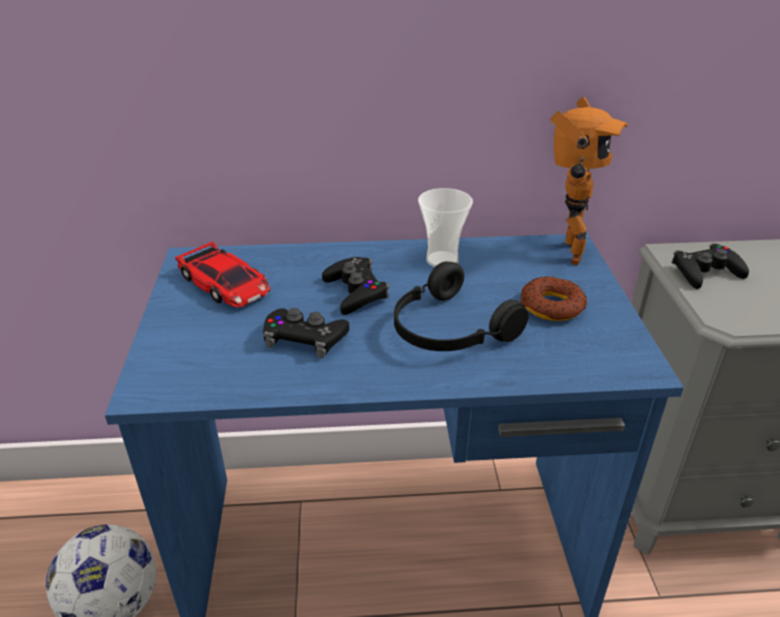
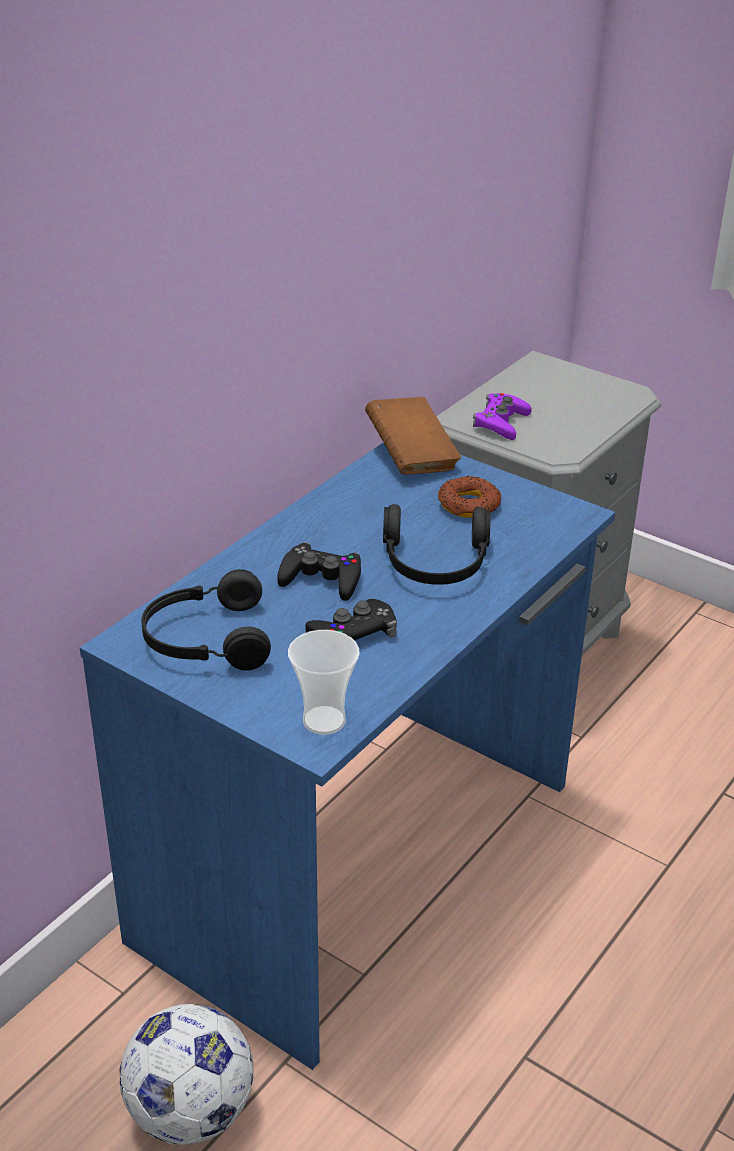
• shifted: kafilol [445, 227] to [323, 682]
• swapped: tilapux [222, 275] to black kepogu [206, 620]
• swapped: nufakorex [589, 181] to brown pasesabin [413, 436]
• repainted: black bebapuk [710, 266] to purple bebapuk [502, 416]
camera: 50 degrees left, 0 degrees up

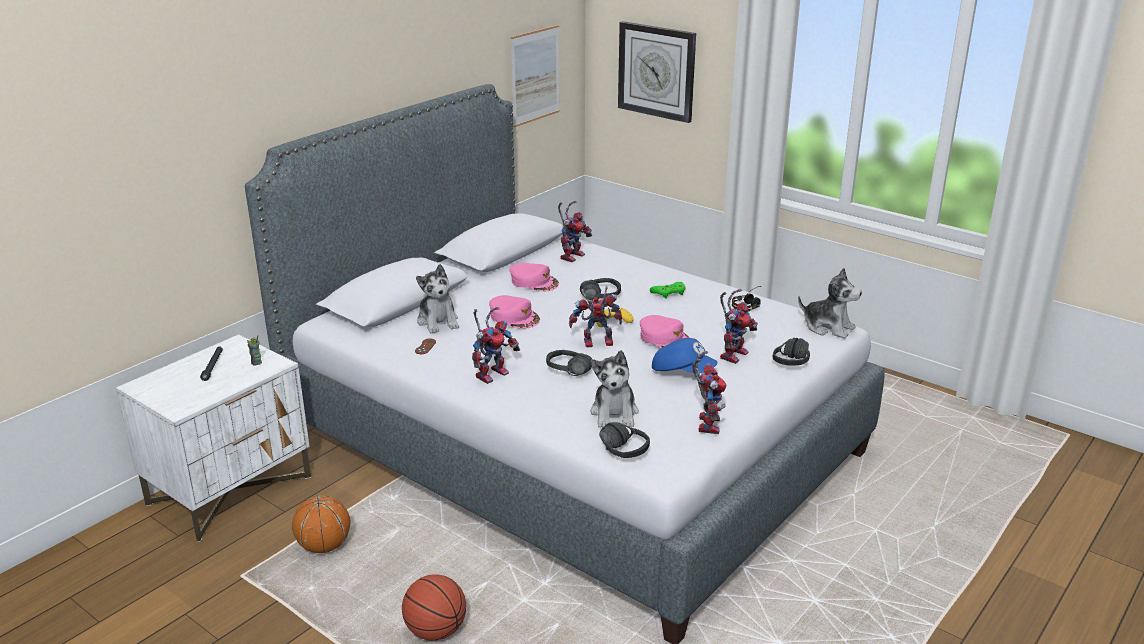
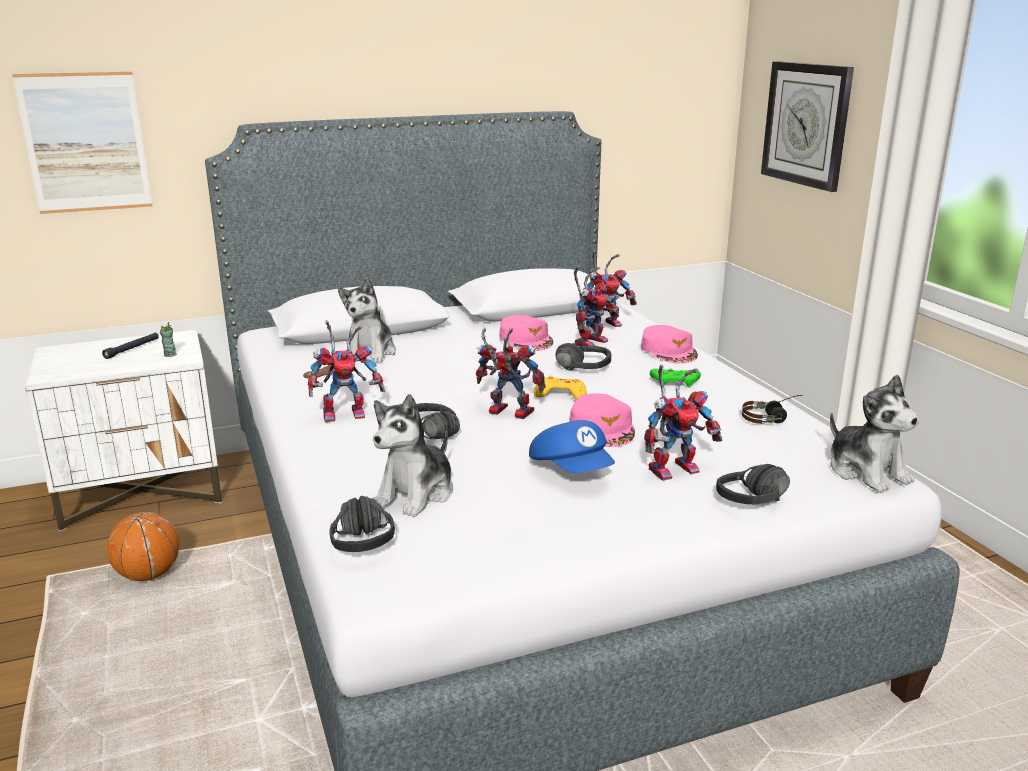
• gone: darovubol [434, 607]
• shifted: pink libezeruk [514, 312] to [669, 344]
• shifted: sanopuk [535, 76] to [82, 143]
• shifted: nufakorex [709, 392] to [596, 306]
camera: 30 degrees right, 5 degrees down

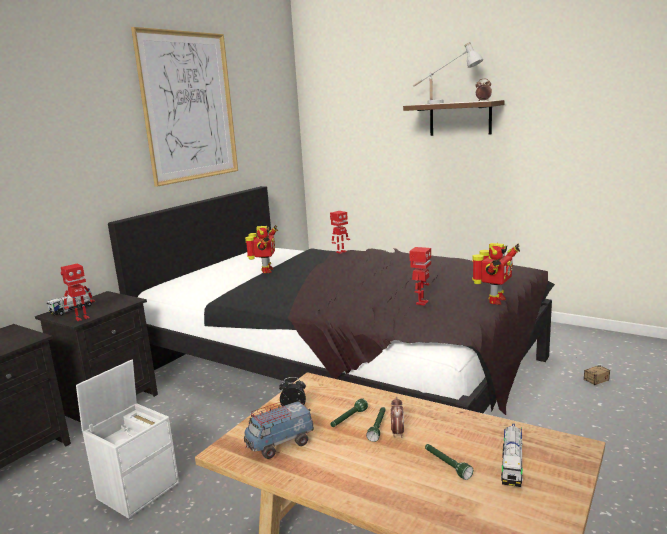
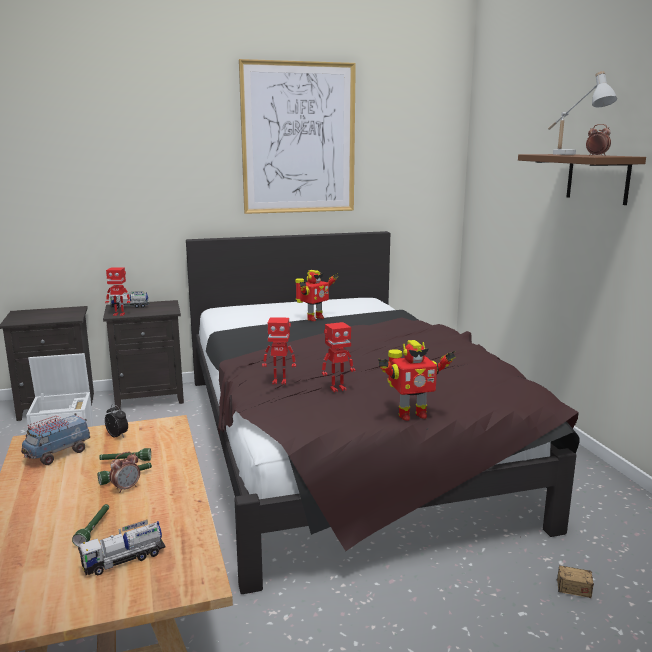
• shifted: nufakorex [340, 232] to [279, 350]
• rotated: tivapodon [279, 429] = [55, 439] 60 degrees counterclockwise
camera: 40 degrees right, 0 degrees up

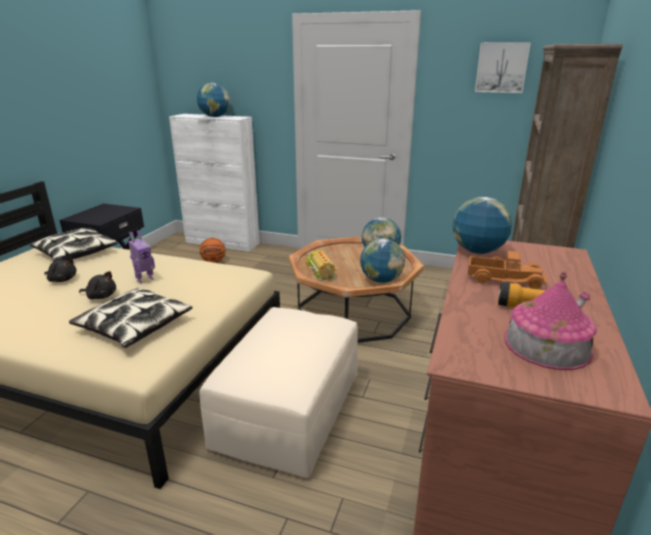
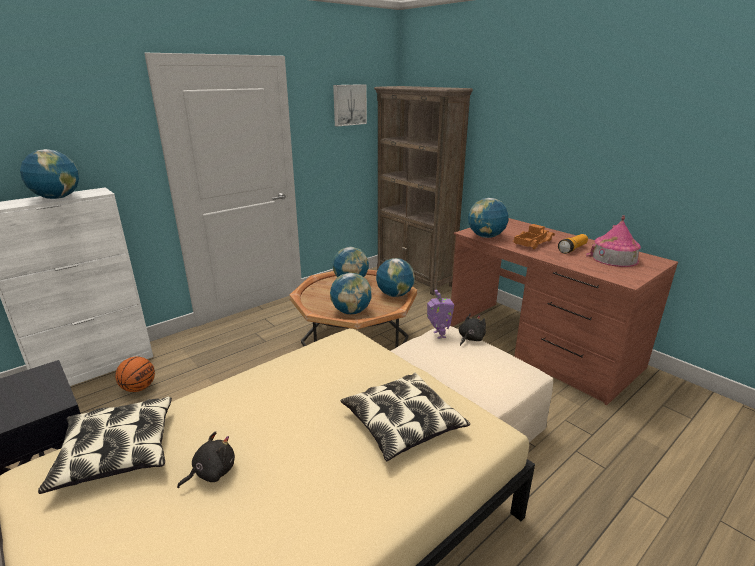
• shifted: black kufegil [97, 285] to [472, 330]
• shifted: nufakorex [141, 256] to [441, 314]
• swapped: tivapodon [321, 266] to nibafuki [350, 293]
camera: 60 degrees left, 0 degrees up

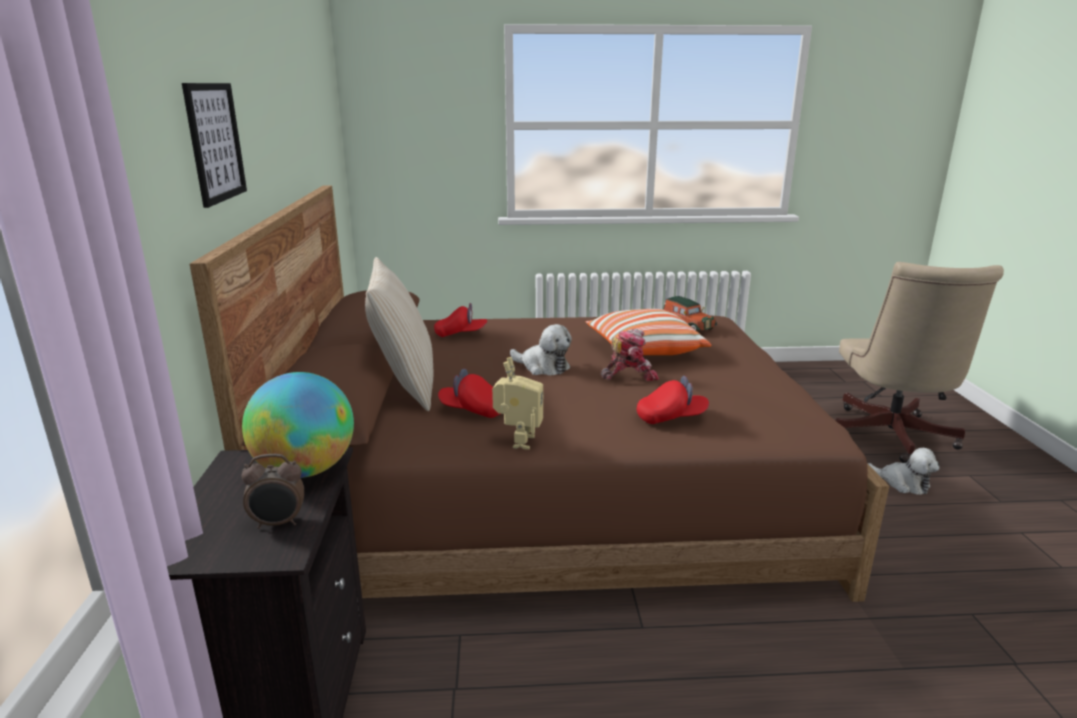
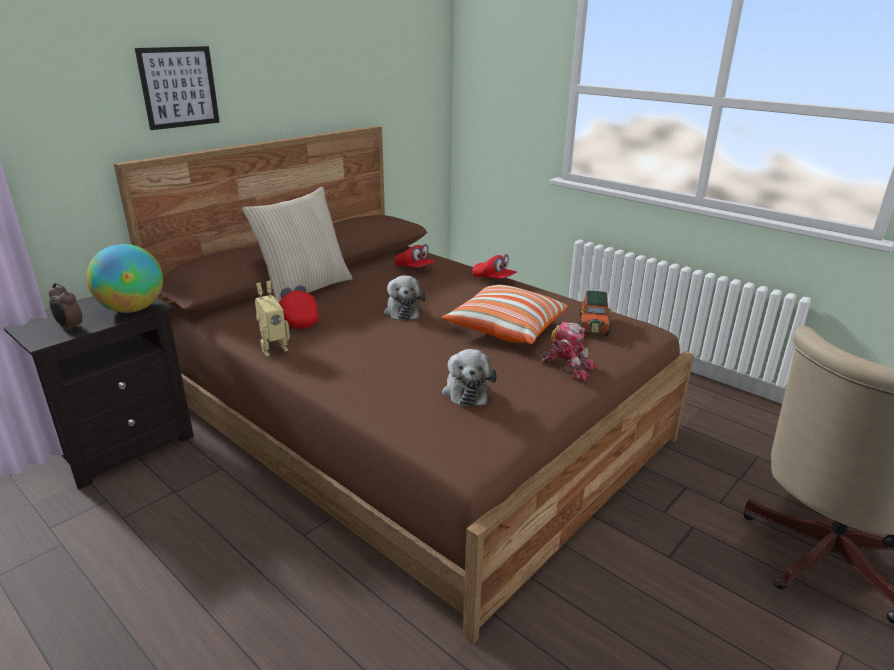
• shifted: nufakorex [630, 355] to [568, 351]
• shifted: red libezeruk [673, 400] to [494, 266]
• shifted: kufegil [903, 471] to [469, 377]
camera: 45 degrees right, 5 degrees up

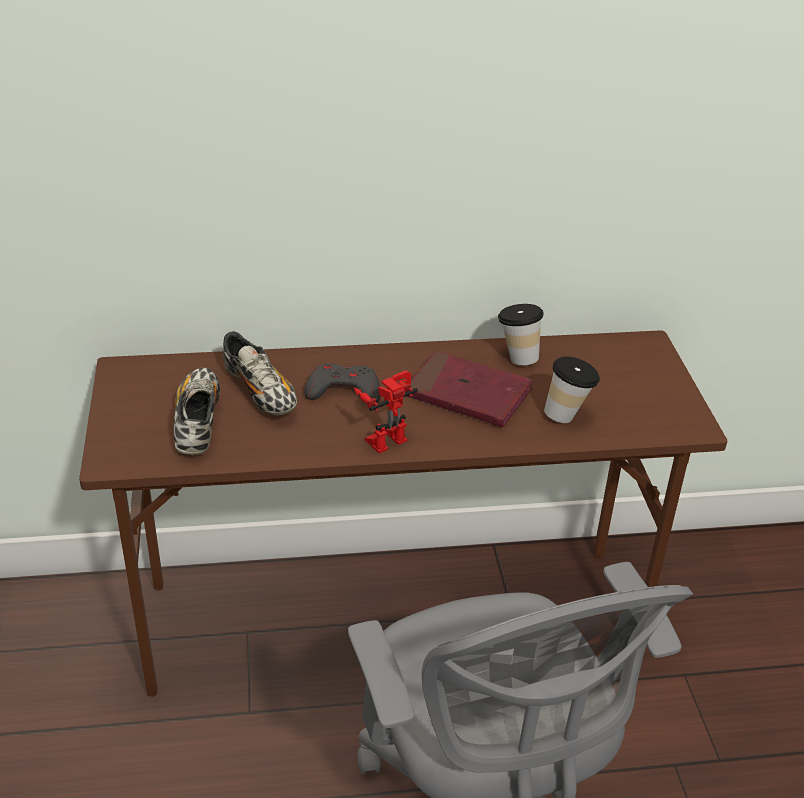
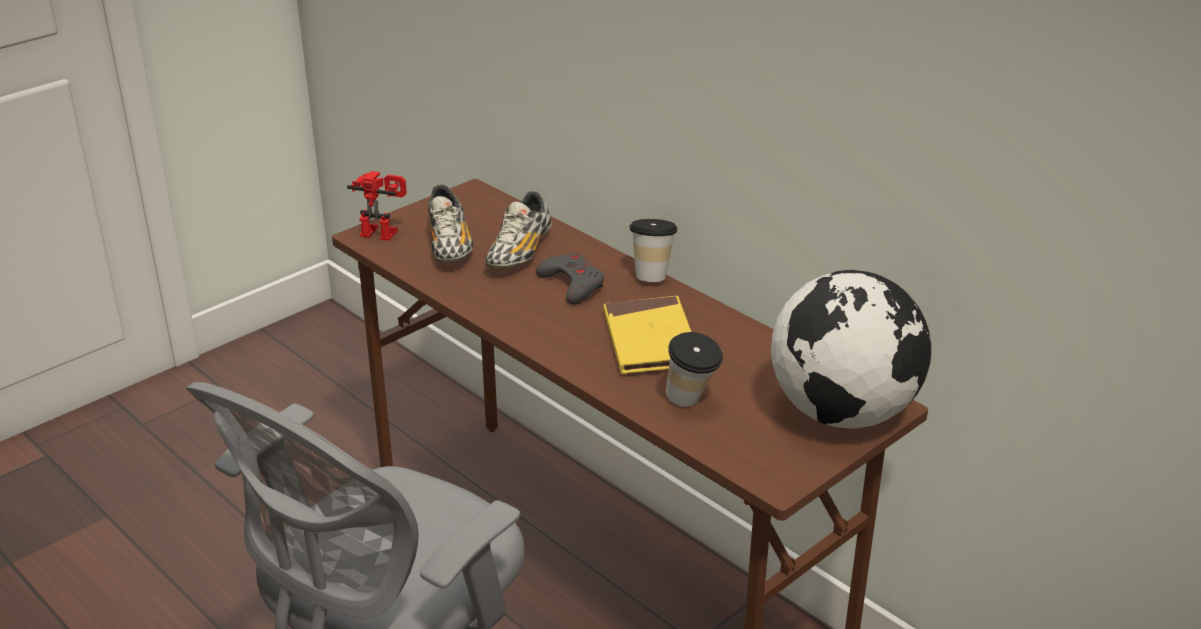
• new: nibafuki [851, 349]
• shifted: nufakorex [386, 411] to [377, 206]
• shifted: kafilol [521, 334] to [653, 250]
• repainted: red pasesabin [470, 389] to yellow pasesabin [647, 335]
• rotated: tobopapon [197, 411] = [450, 224] 120 degrees clockwise
camera: 55 degrees right, 5 degrees down

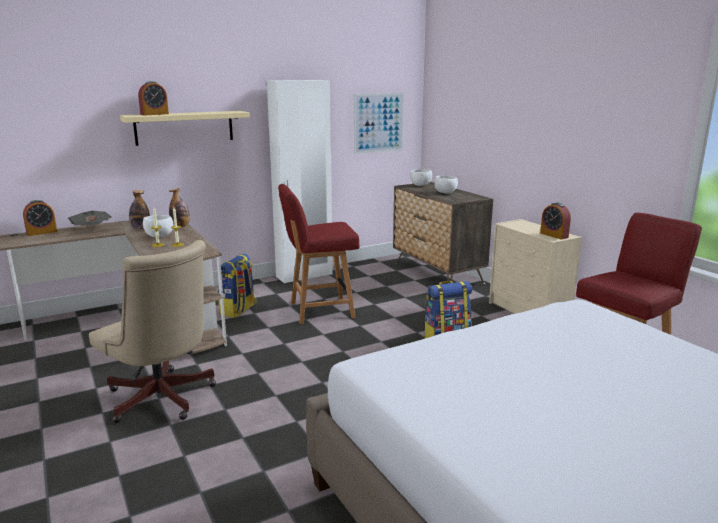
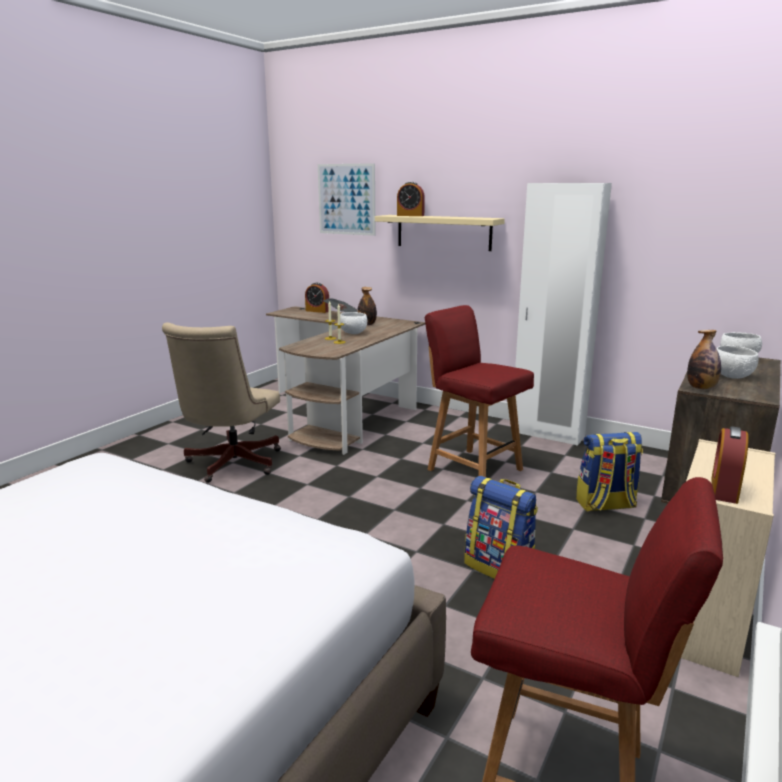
• shifted: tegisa [179, 207] to [704, 360]
• shifted: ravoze [237, 286] to [609, 472]
• shifted: sanopuk [379, 123] to [347, 199]
camera: 60 degrees right, 0 degrees up

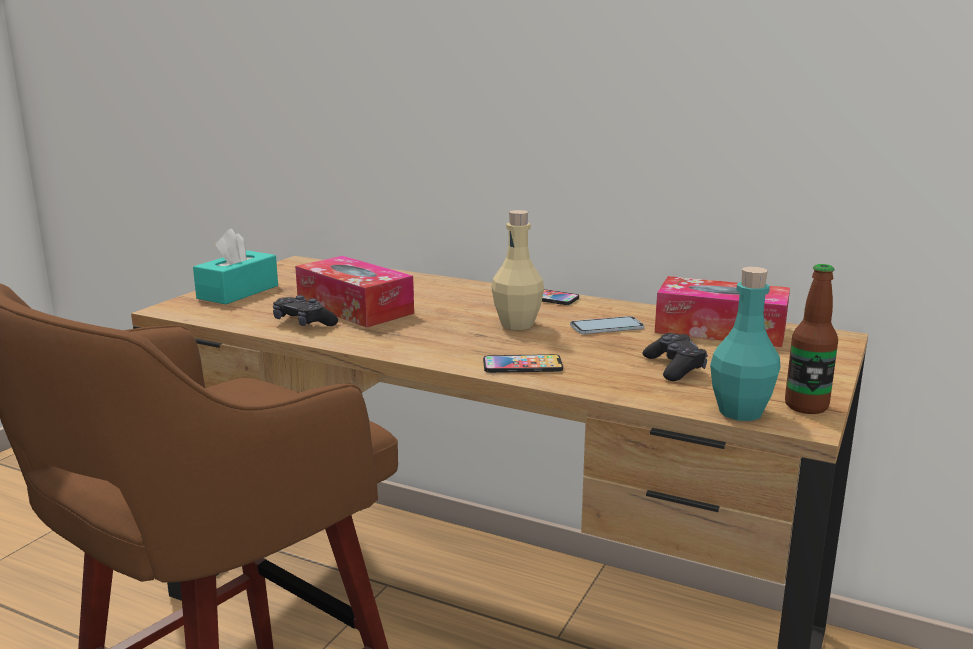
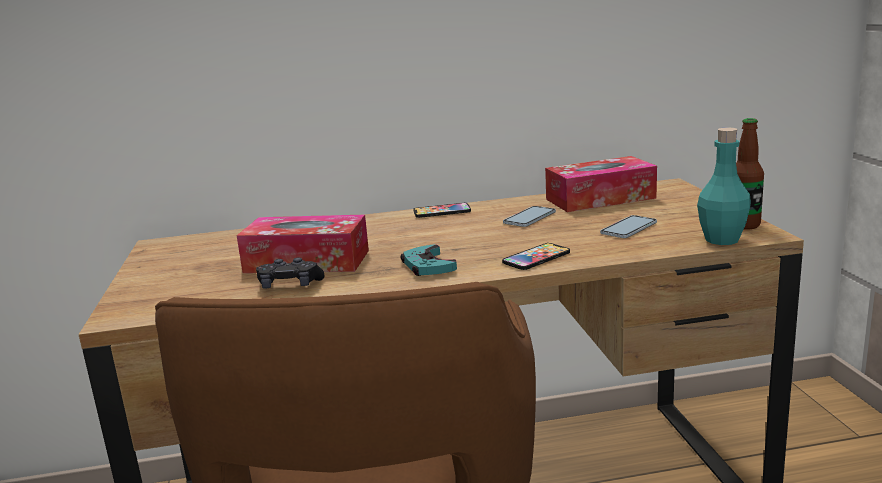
• gone: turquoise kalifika [235, 266]
• gone: beige tegisa [517, 270]
• new: turquoise bebapuk [429, 260]
• swapped: black bebapuk [675, 357] to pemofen [628, 226]
camera: 35 degrees left, 0 degrees up

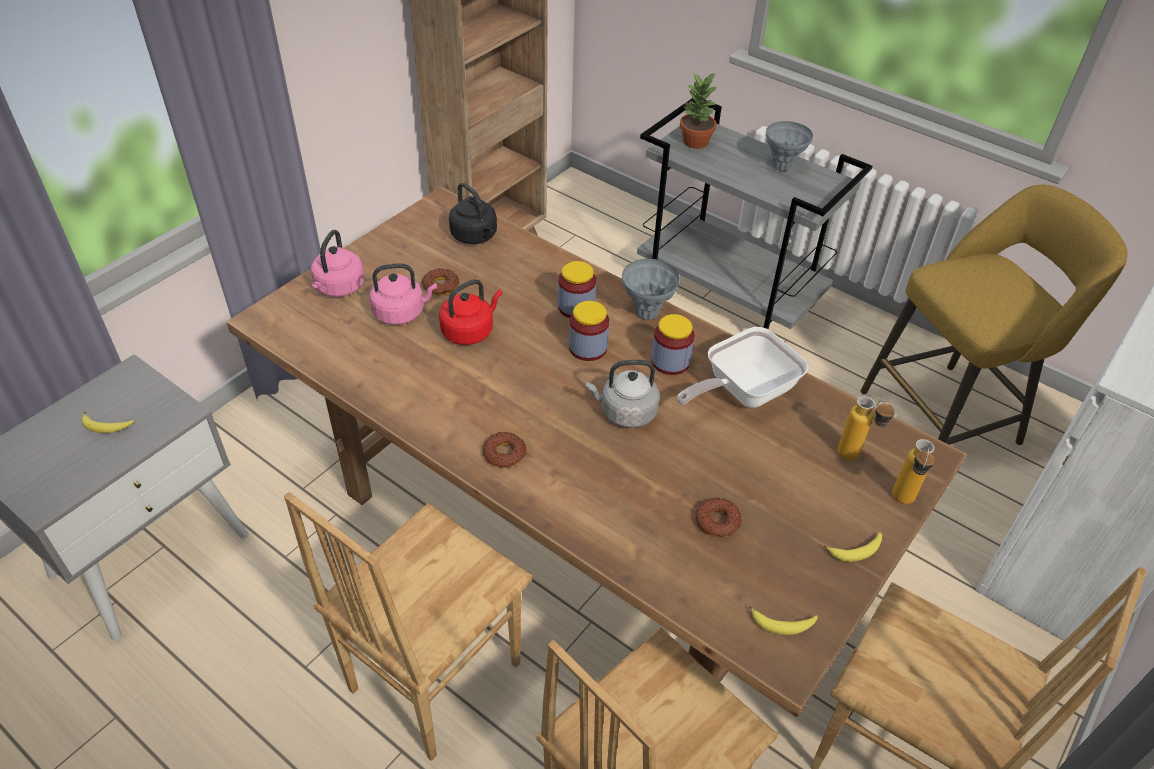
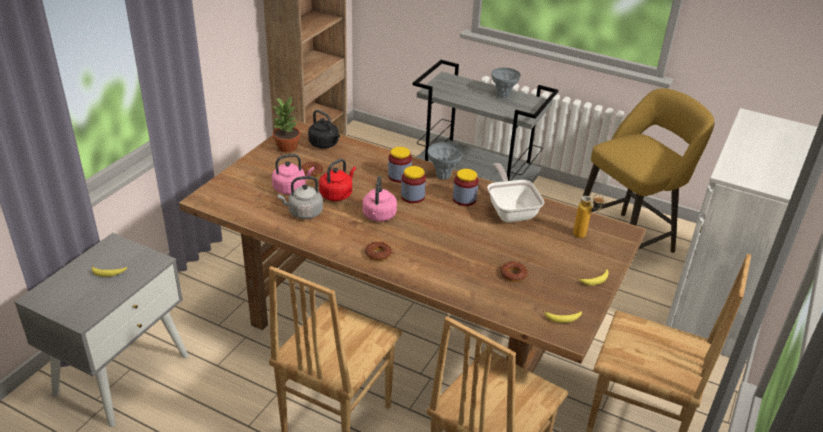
• gone: tegisa [913, 471]
• shifted: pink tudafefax [338, 263] to [380, 198]
• shifted: grey tudafefax [622, 394] to [300, 197]
• shifted: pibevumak [698, 110] to [287, 125]
• rotated: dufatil [743, 367] = [515, 193] 120 degrees clockwise
camera: 10 degrees left, 10 degrees down

